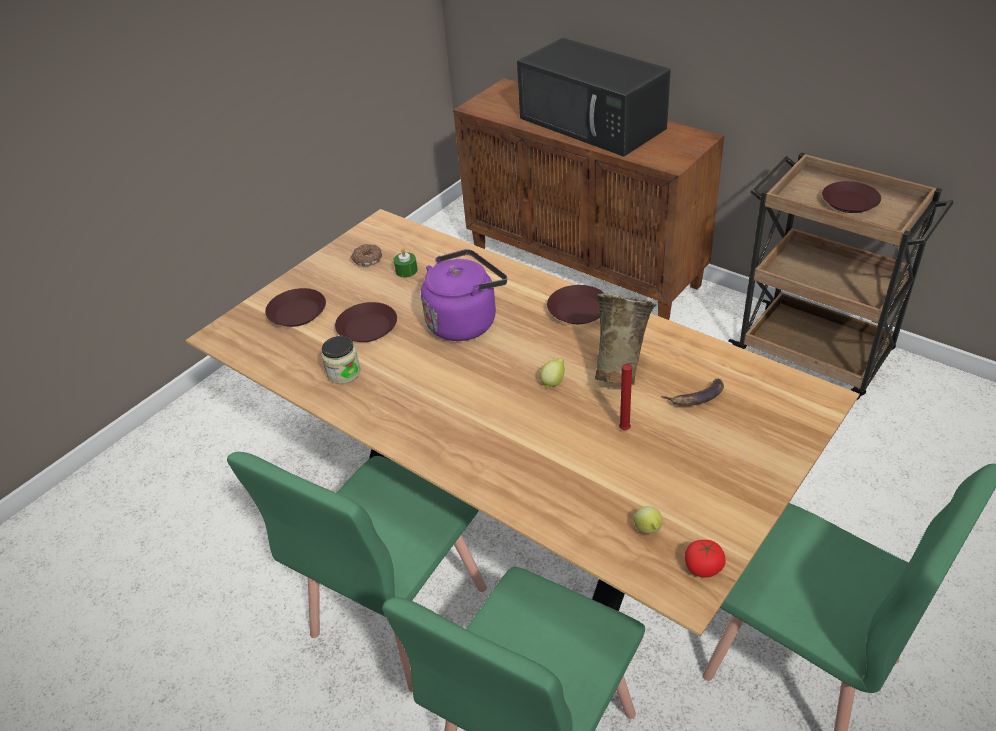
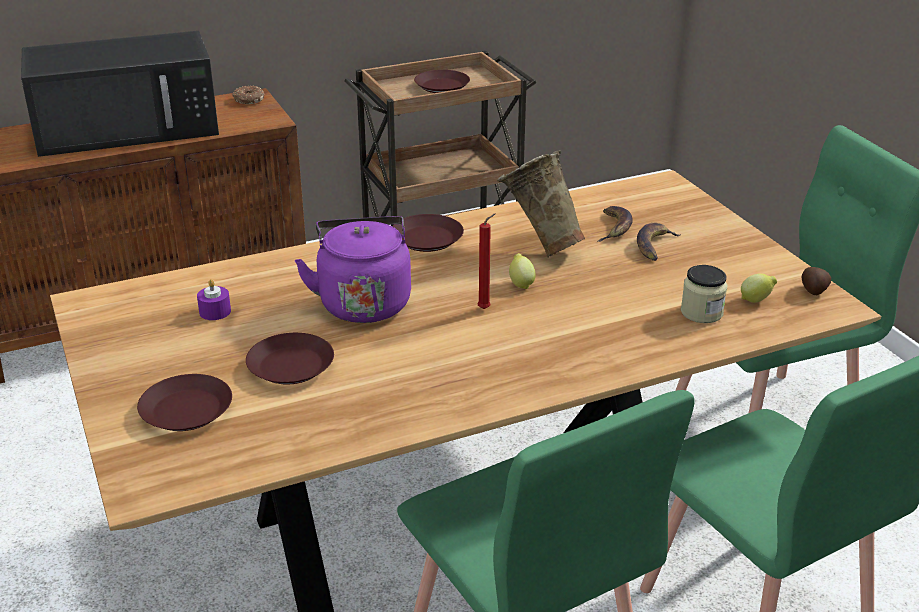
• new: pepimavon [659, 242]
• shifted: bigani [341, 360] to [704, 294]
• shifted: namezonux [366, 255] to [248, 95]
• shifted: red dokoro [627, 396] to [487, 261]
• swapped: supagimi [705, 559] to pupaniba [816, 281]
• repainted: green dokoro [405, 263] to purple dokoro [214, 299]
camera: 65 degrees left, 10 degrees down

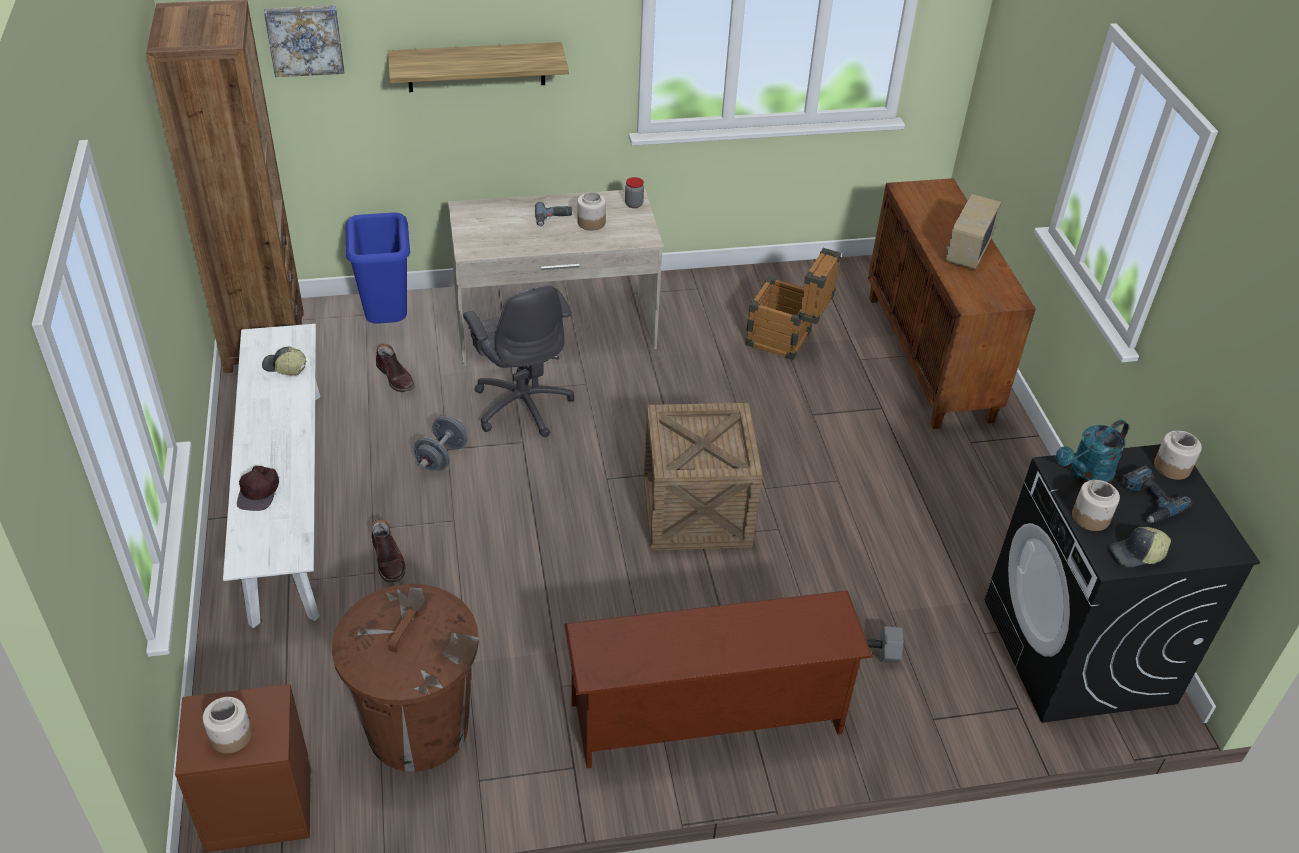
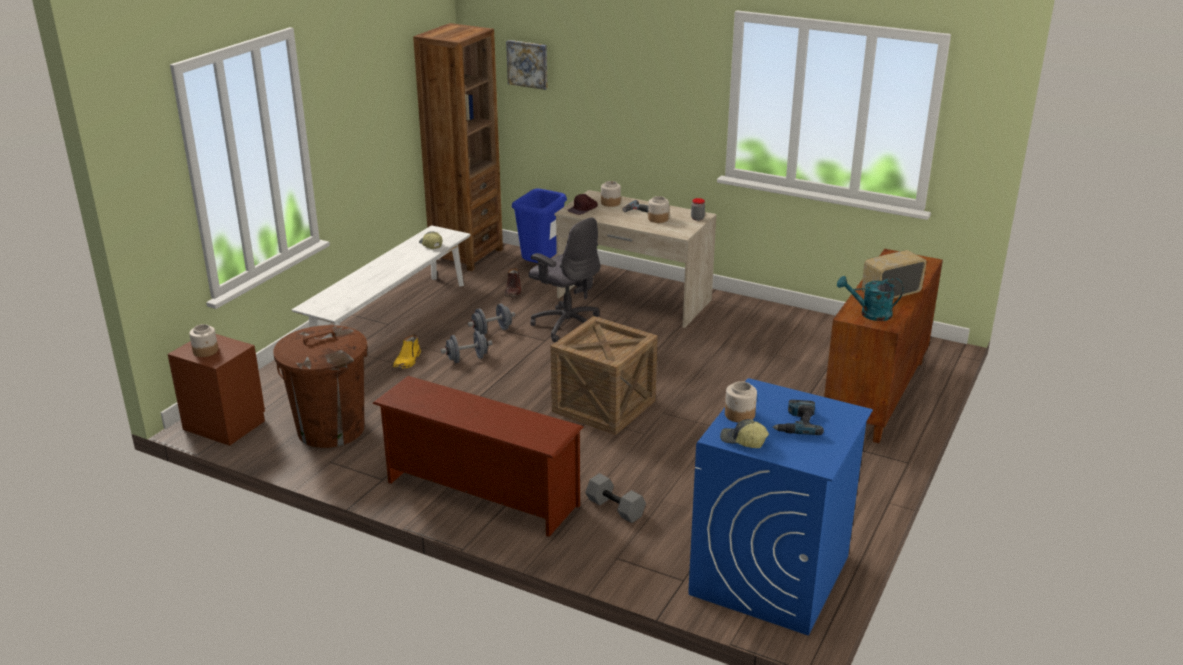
• gone: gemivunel [478, 67]
• gone: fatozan [793, 304]
• new: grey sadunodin [466, 347]
• shifted: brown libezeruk [258, 488] to [582, 204]
• shifted: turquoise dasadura [1092, 452] to [870, 298]
• shifted: bigani [1178, 455] to [611, 194]
• repainted: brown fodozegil [388, 551] to yellow fodozegil [406, 351]
• repainted: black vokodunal [1122, 583] to blue vokodunal [780, 507]
• rotated: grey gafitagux [518, 361] = [564, 279] 60 degrees counterclockwise
camera: 40 degrees right, 15 degrees down

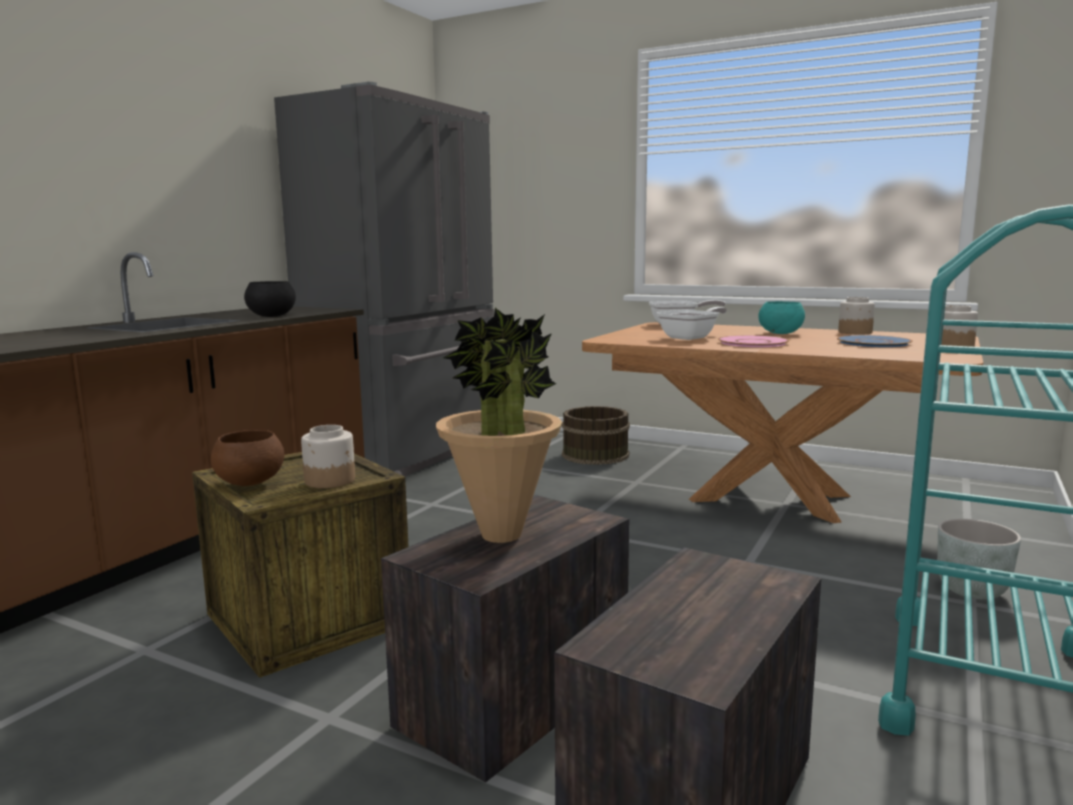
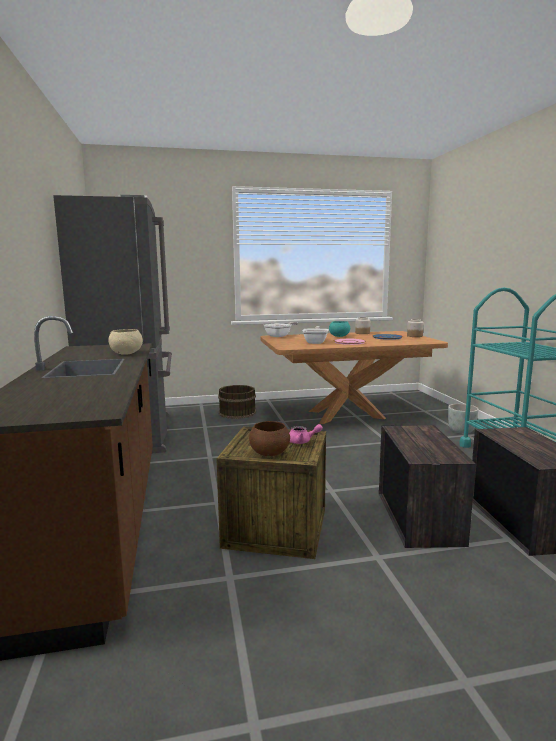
• gone: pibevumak [499, 425]
• swapped: bigani [328, 456] to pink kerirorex [306, 434]
• repainted: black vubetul [270, 299] to beige vubetul [125, 342]
camera: 40 degrees left, 0 degrees up

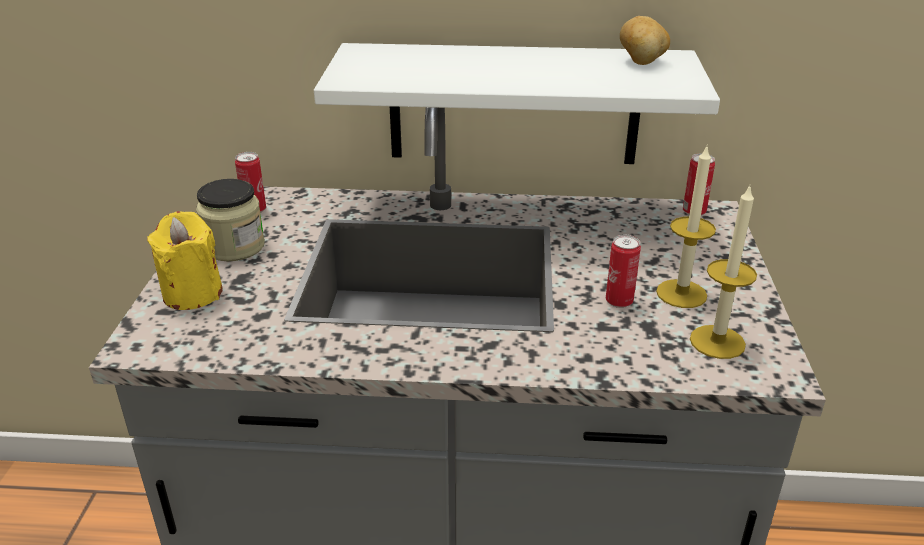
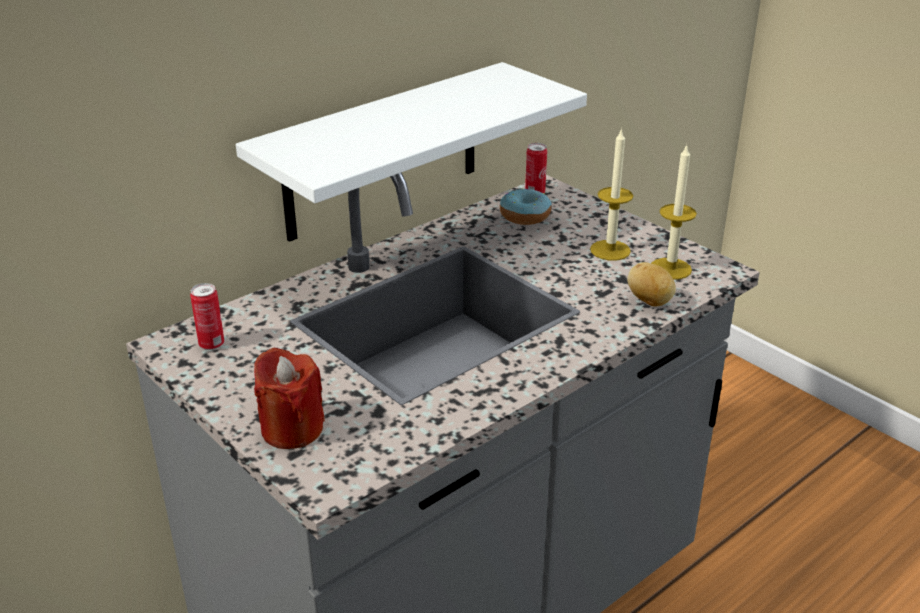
• gone: bigani [230, 220]
• gone: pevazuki [623, 271]
• new: namezonux [526, 207]
• shifted: pupaniba [645, 40] to [651, 284]
• repainted: yellow dokoro [185, 260] to red dokoro [289, 398]
camera: 45 degrees left, 0 degrees up

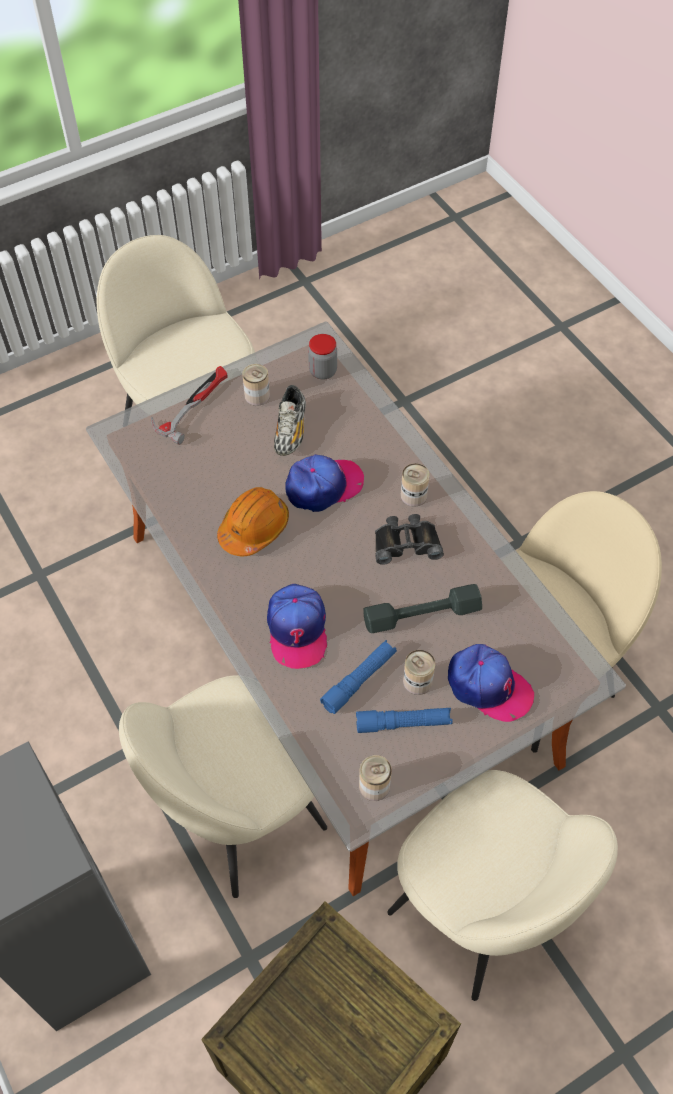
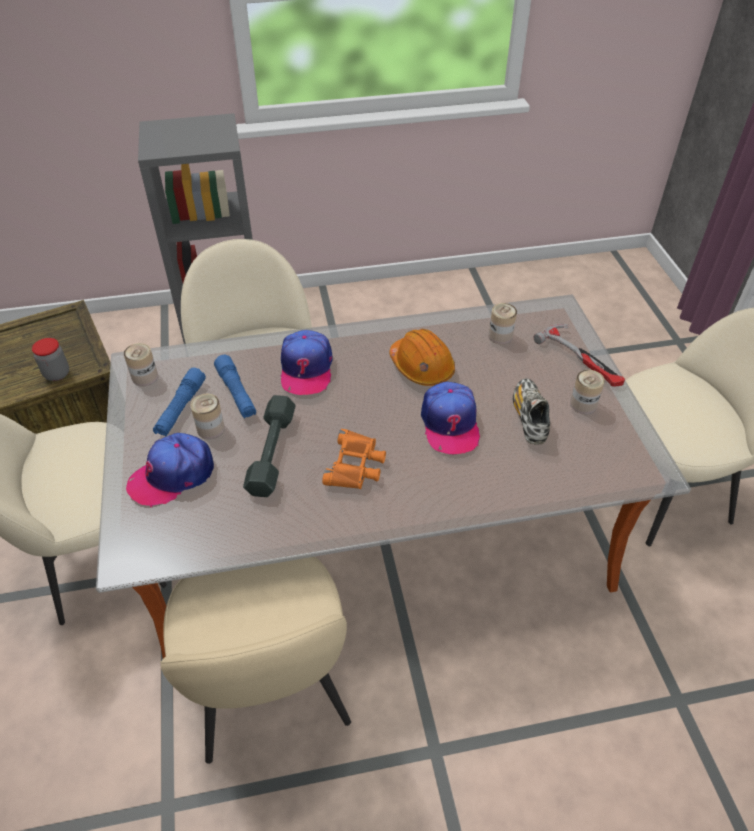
• shifted: bigani [322, 357] to [50, 359]
• shifted: pevazuki [415, 485] to [502, 323]
• repainted: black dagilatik [409, 539] to orange dagilatik [354, 459]
• rotated: libezeruk [297, 626] = [306, 362] 105 degrees counterclockwise
• rotated: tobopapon [290, 420] = [531, 411] 60 degrees clockwise
camera: 110 degrees right, 10 degrees down

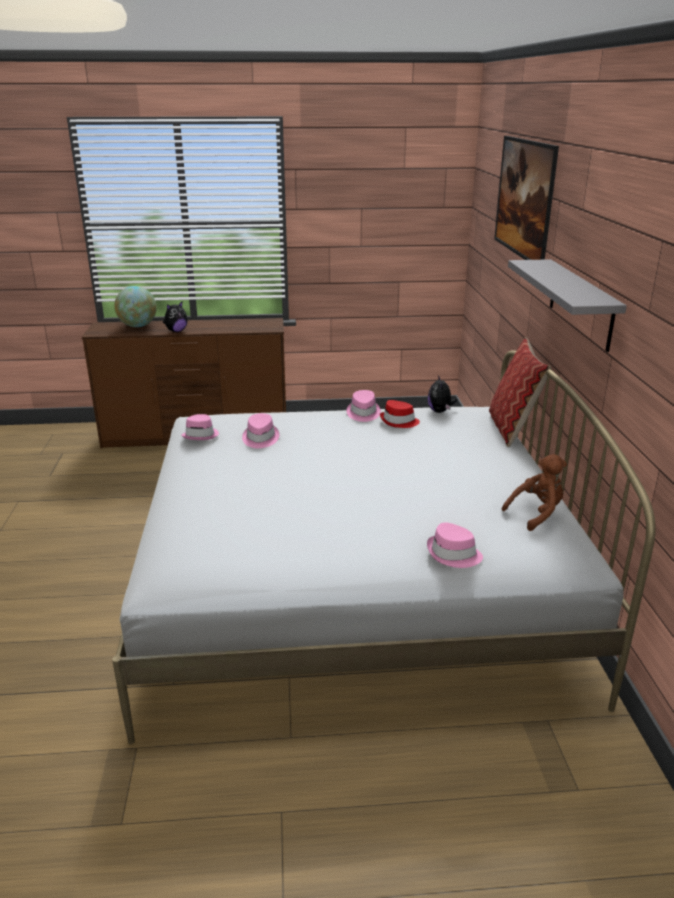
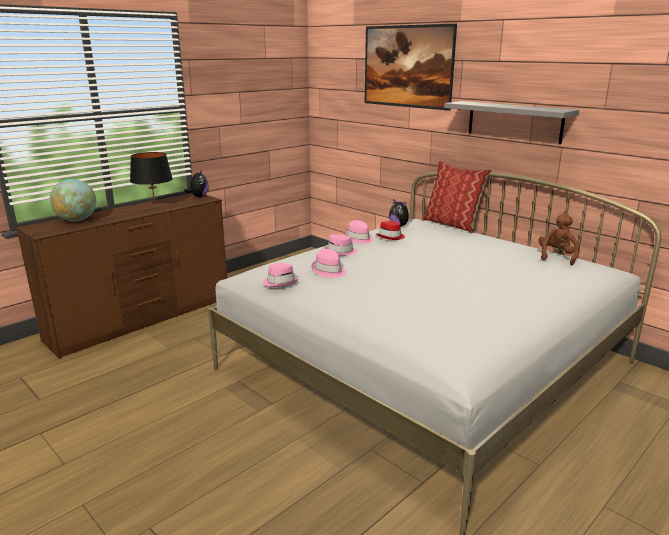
• new: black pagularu [151, 179]
• shifted: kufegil [175, 317] to [196, 184]
• shifted: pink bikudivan [455, 545] to [340, 245]
camera: 40 degrees left, 5 degrees down

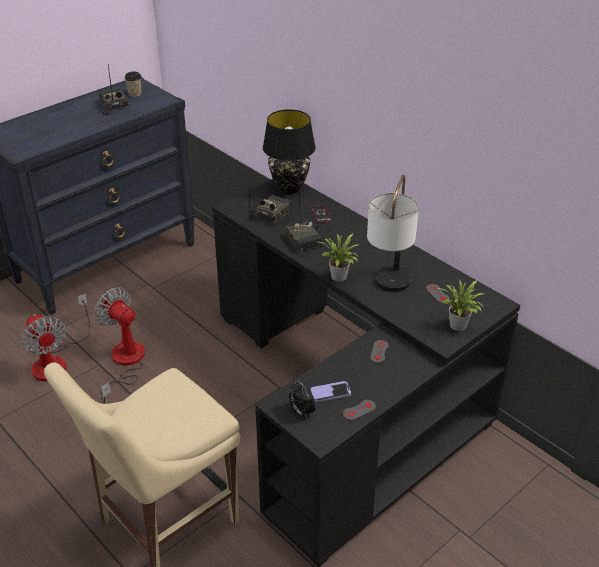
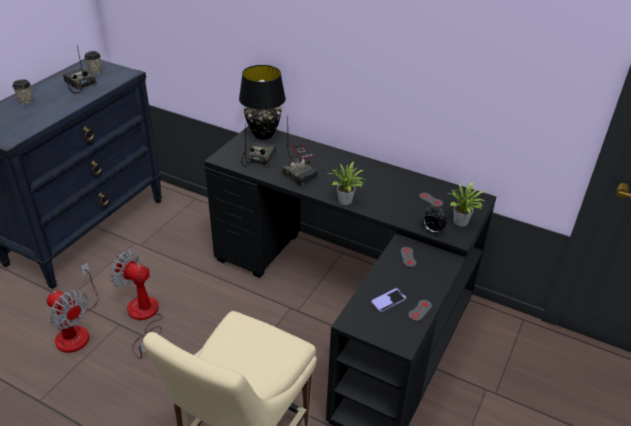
• gone: pagularu [393, 233]
• new: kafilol [23, 92]
• shifted: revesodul [302, 400] to [435, 220]
camera: 20 degrees left, 0 degrees up

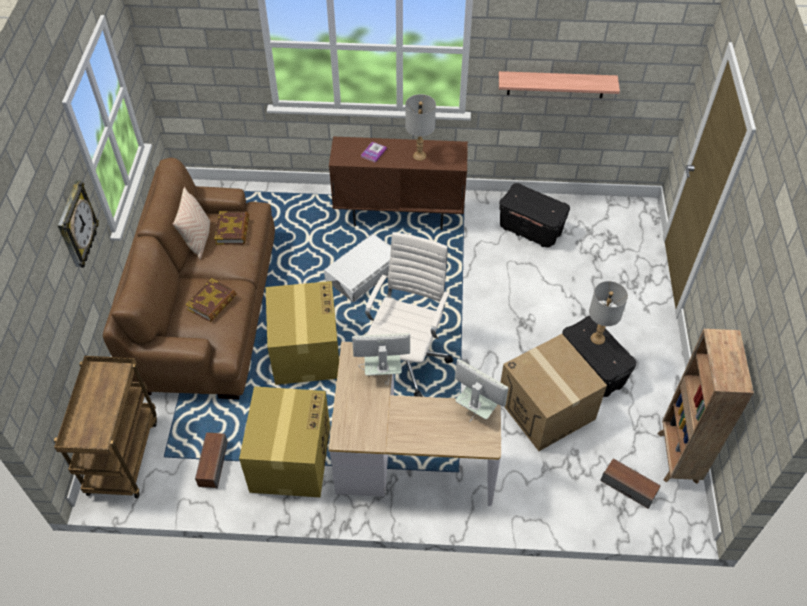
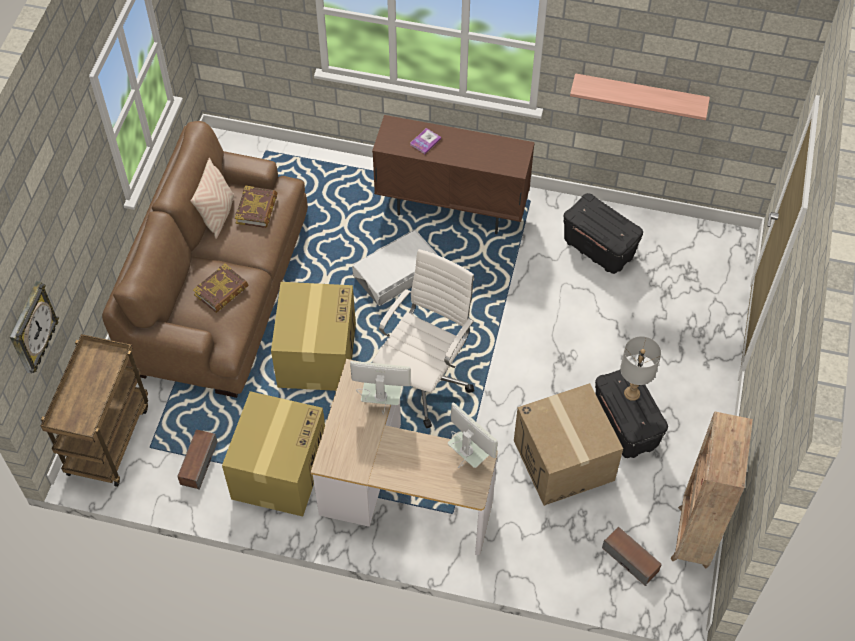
• gone: grey pagularu [420, 127]
• shifted: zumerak [78, 224] to [34, 327]
camera: 10 degrees right, 5 degrees up

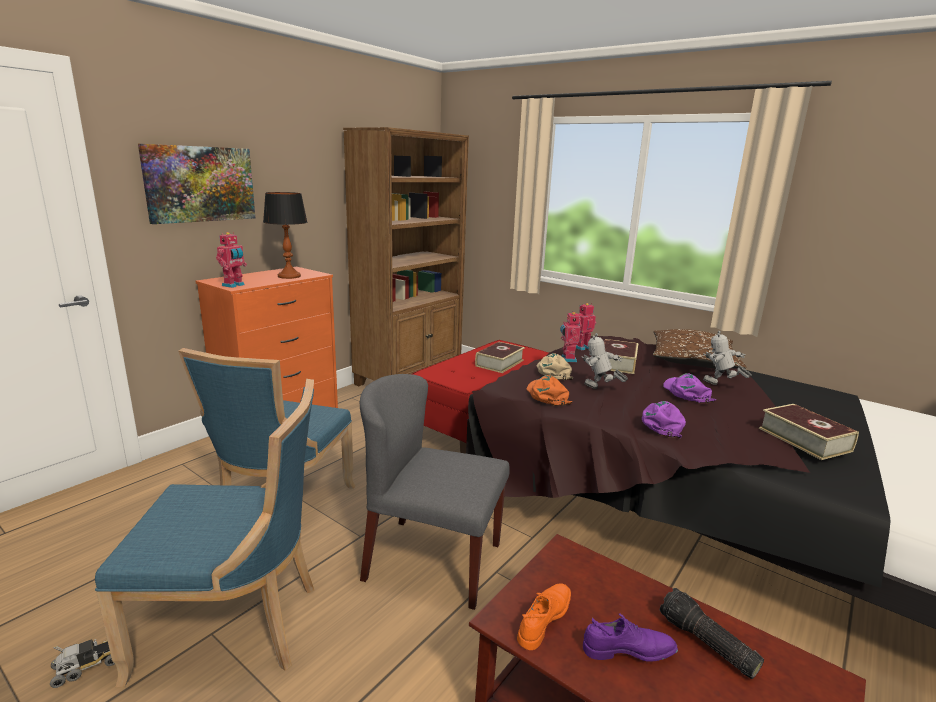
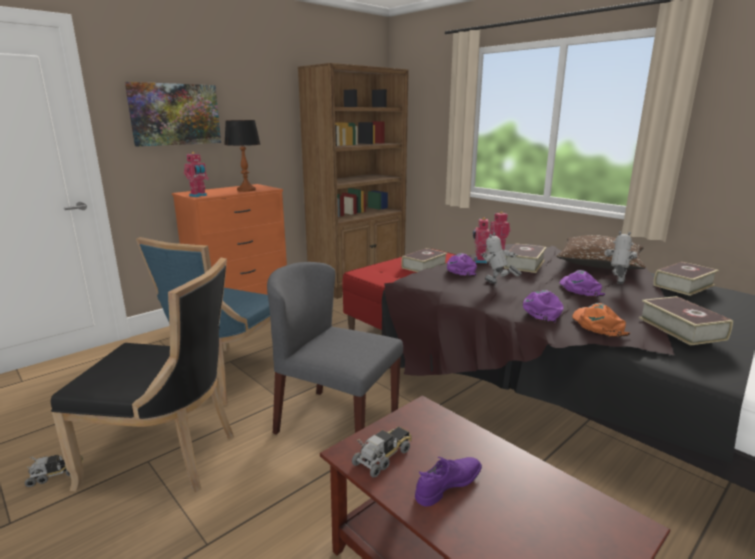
• gone: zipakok [712, 633]
• new: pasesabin [686, 279]
• shifted: orange libezeruk [549, 390] to [601, 320]
• swapped: orange tobopapon [544, 616] to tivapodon [382, 452]
• repainted: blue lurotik [204, 533] to black lurotik [142, 375]
• repainted: beige libezeruk [554, 367] to purple libezeruk [462, 265]
• rotated: purple tobopapon [630, 637] = [448, 481] 45 degrees counterclockwise
• rotated: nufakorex [727, 358] = [621, 257] 75 degrees clockwise
camera: 10 degrees right, 0 degrees up

